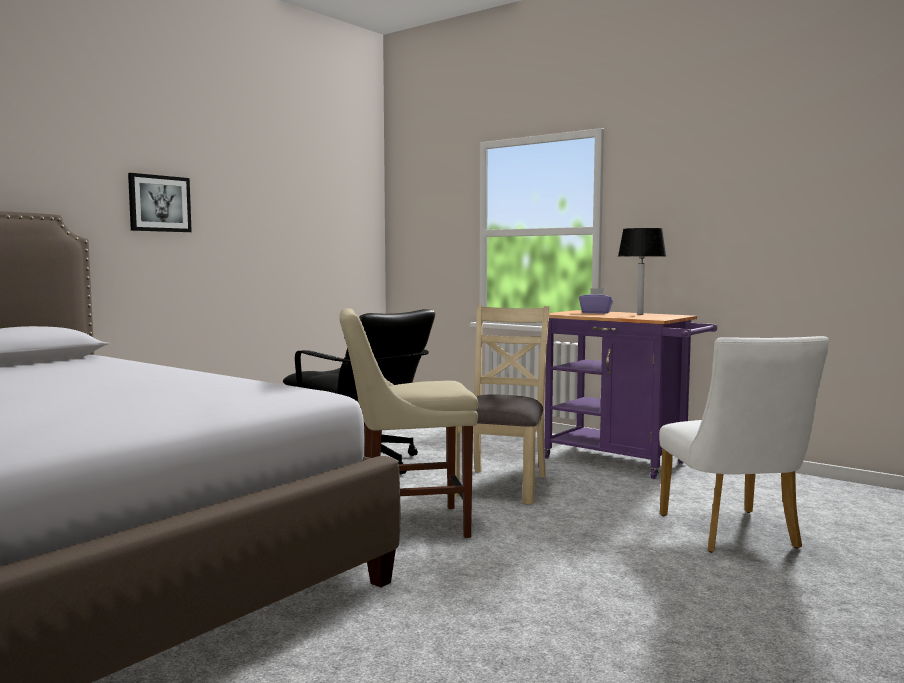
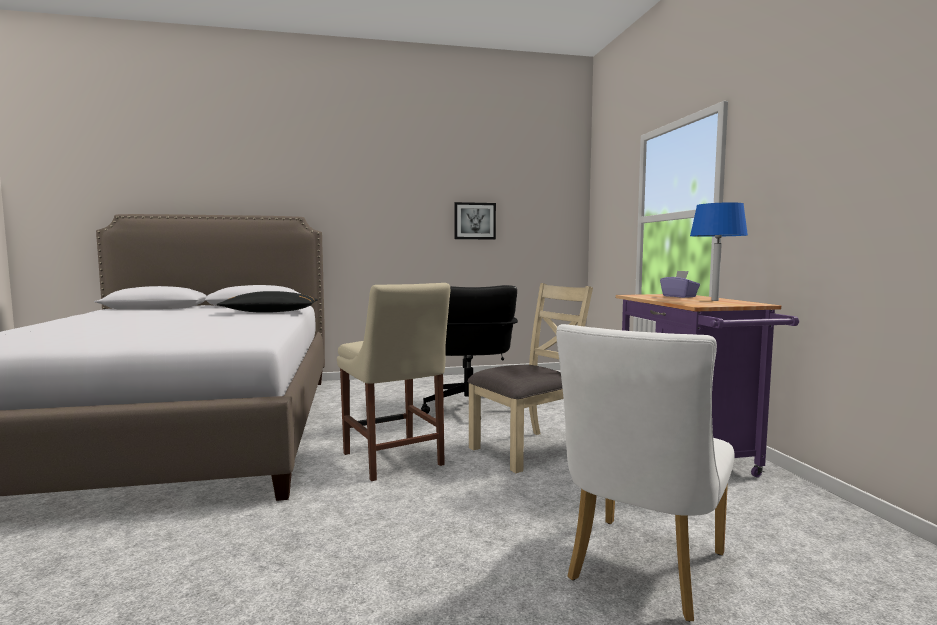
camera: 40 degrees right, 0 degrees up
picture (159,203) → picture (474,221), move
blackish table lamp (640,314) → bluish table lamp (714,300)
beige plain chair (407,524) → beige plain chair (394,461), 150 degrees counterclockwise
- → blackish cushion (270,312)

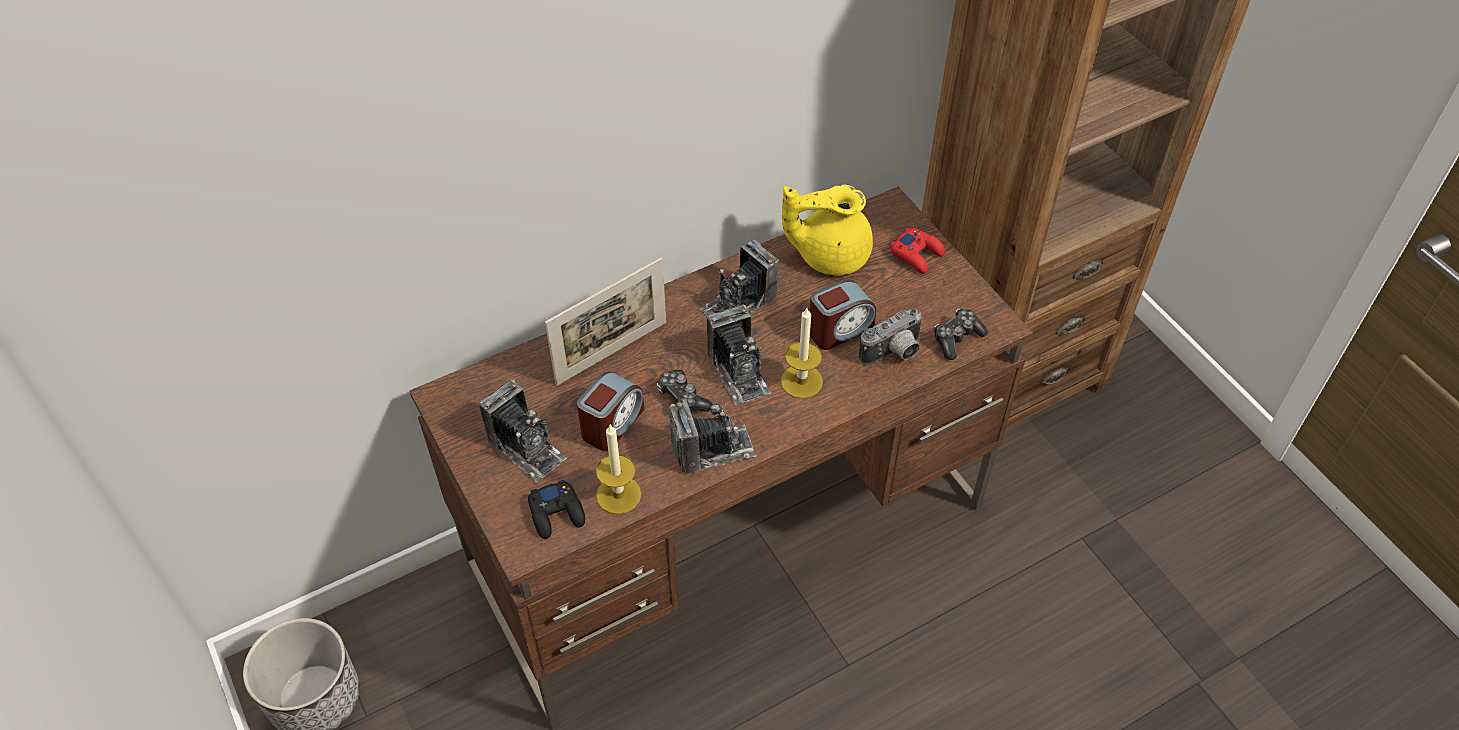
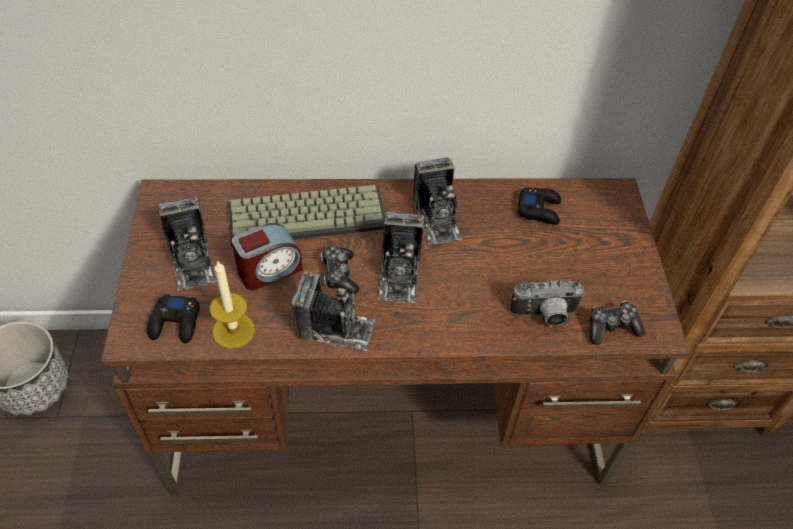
camera: 25 degrees right, 0 degrees up
yellow-coloured pot for tea (829,254) → blackish joypad (539,209)
red-coloured joypad (917,254) → -
photo camera (739,303) → photo camera (437,218), 90 degrees counterclockwise
standing frame (612,353) → PC keyboard (309,214)
alarm clock (839,330) → -
wax light (801,381) → -

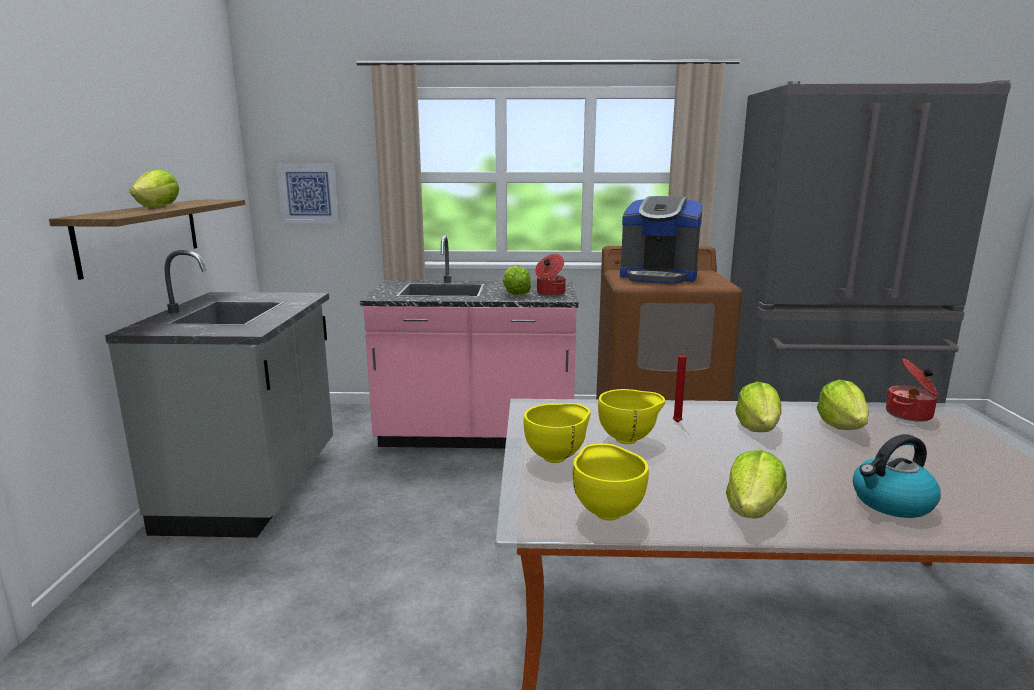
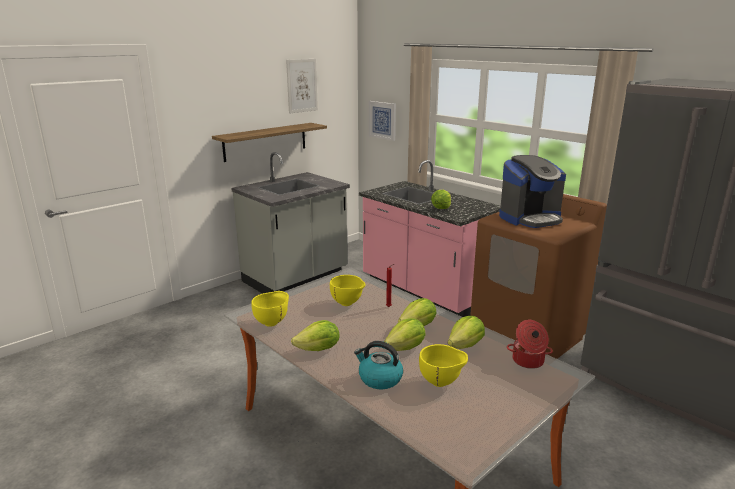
camera: 45 degrees right, 5 degrees up
head of lettuce (158,207) → head of lettuce (406,348), move
coffee maker (658,277) → coffee maker (530,218), 90 degrees counterclockwise
stockpot (550,293) → -
yellow-coloured deep dish (557,457) → yellow-coloured deep dish (441,383), move
- → picture (302,85)

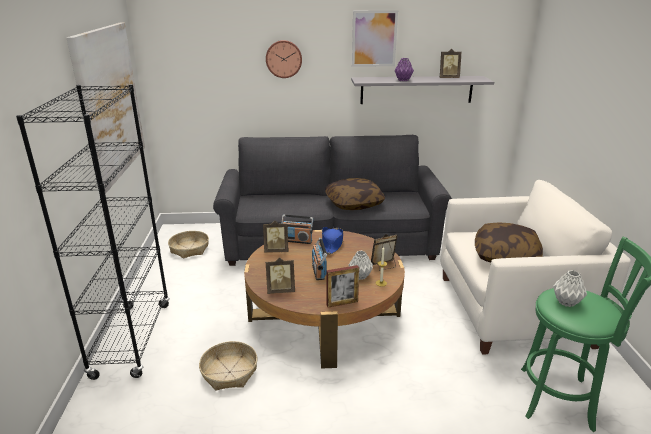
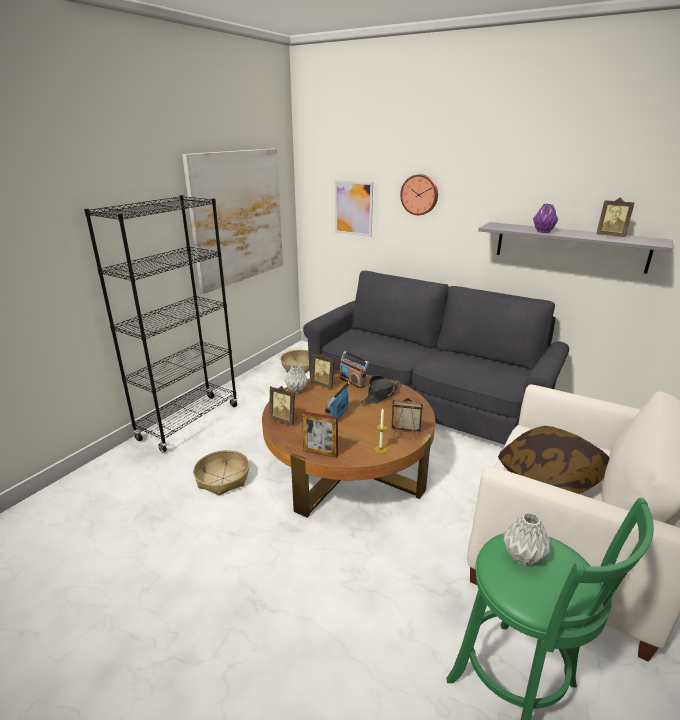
camera: 35 degrees right, 0 degrees up
picture (374,38) → picture (353,208), move
cushion (354,203) → -
bluish wearable hat (332,244) → blackish wearable hat (380,395)
greyish vase (359,276) → greyish vase (296,390), move

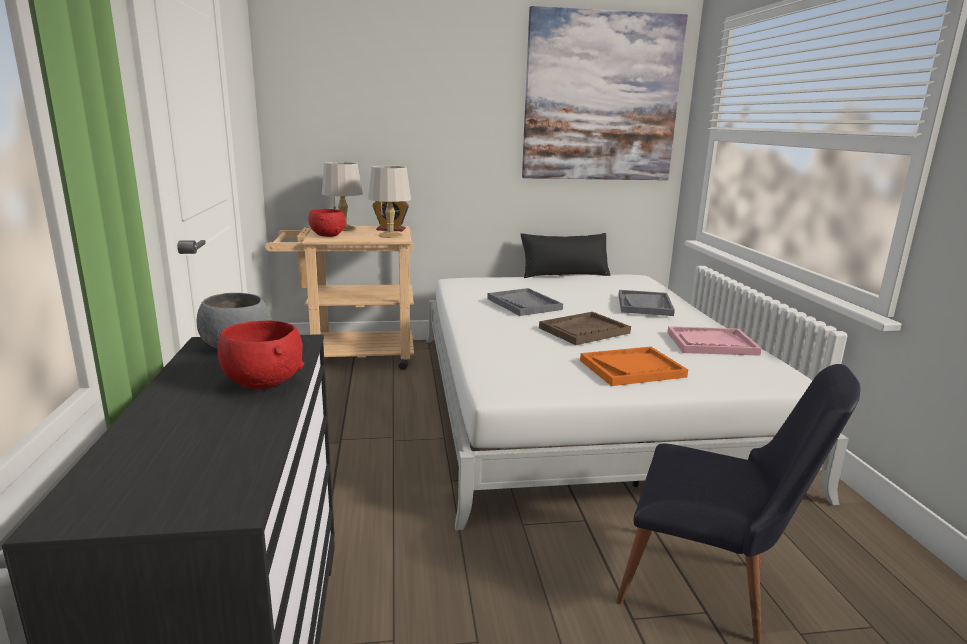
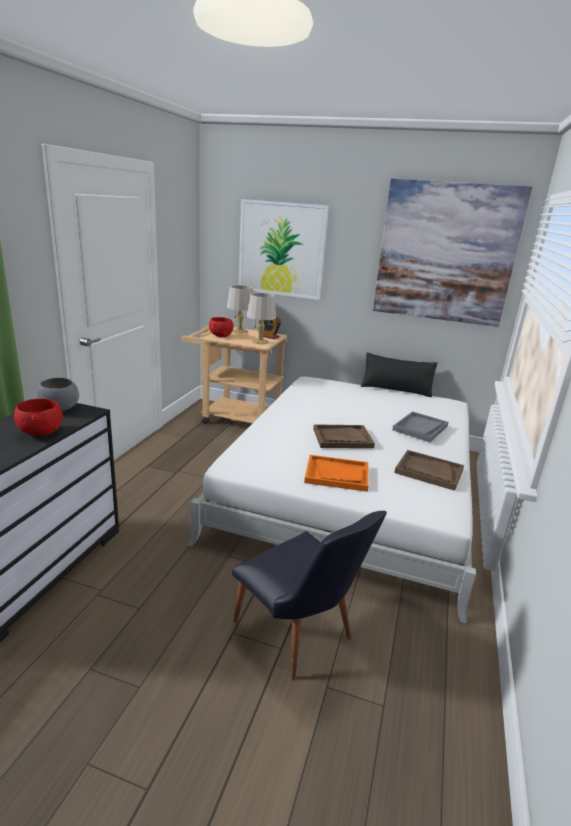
camera: 25 degrees right, 5 degrees up
greyish carrying tray (524,304) → -
pinkish carrying tray (711,343) → brown-coloured carrying tray (428,471)
- → picture (281,249)

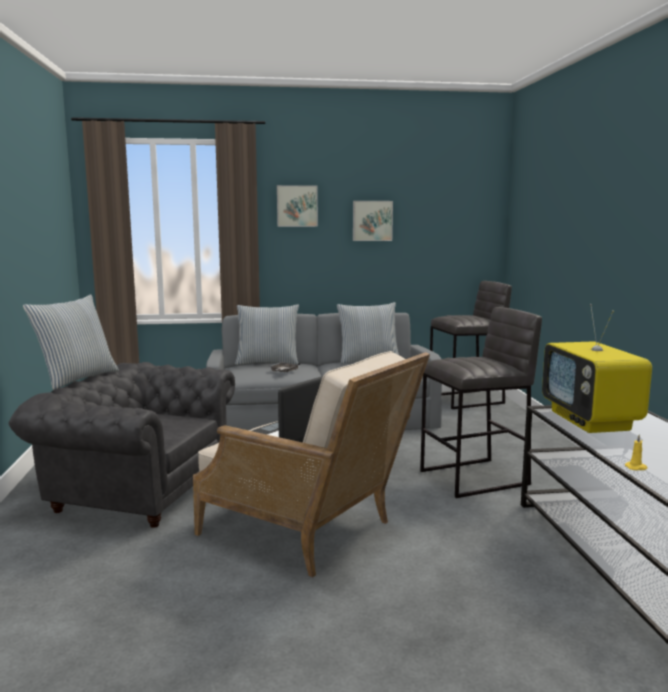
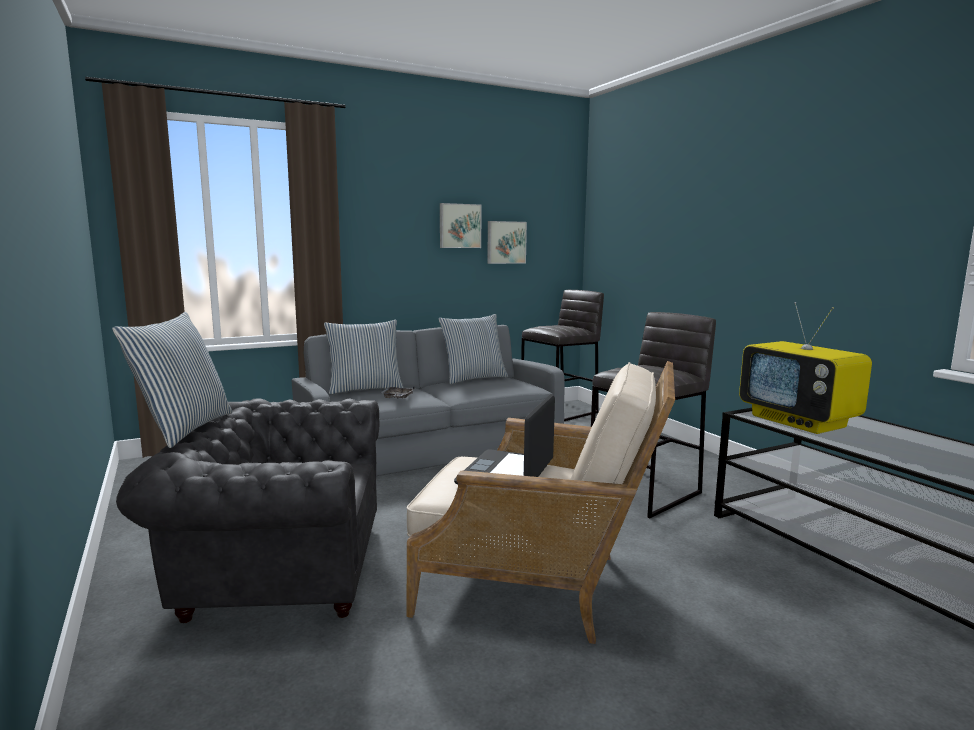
camera: 20 degrees left, 0 degrees up
picture (297,206) → picture (505,242), move
yellow-coloured wax light (636,468) → -

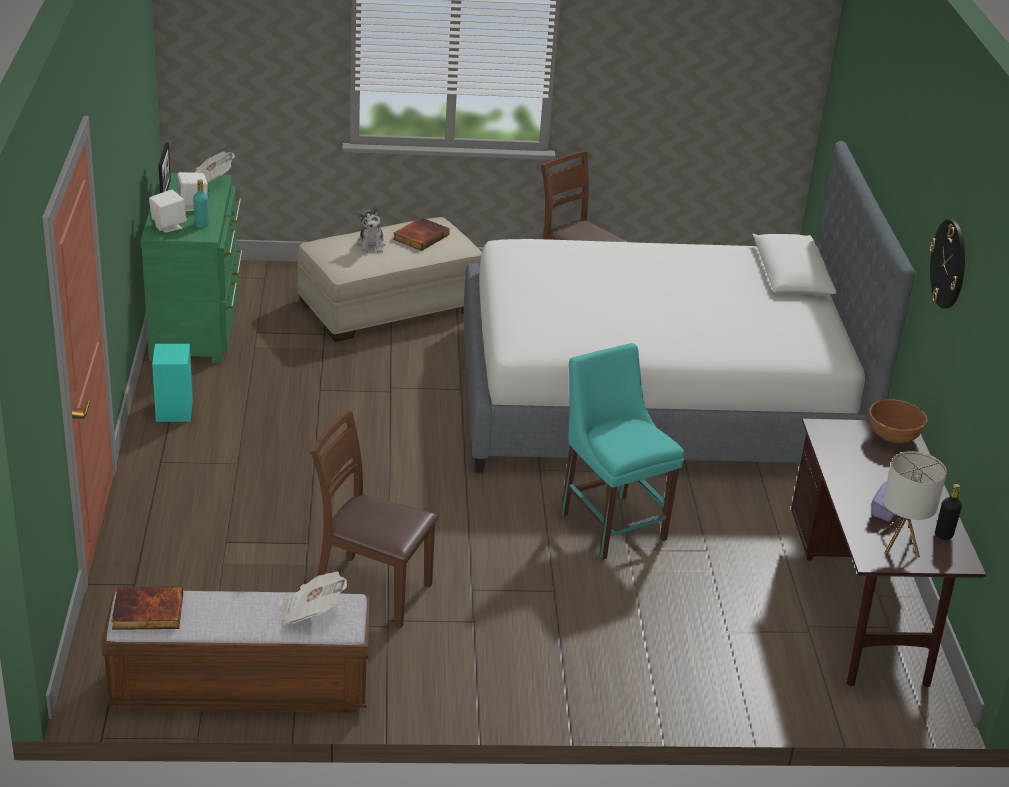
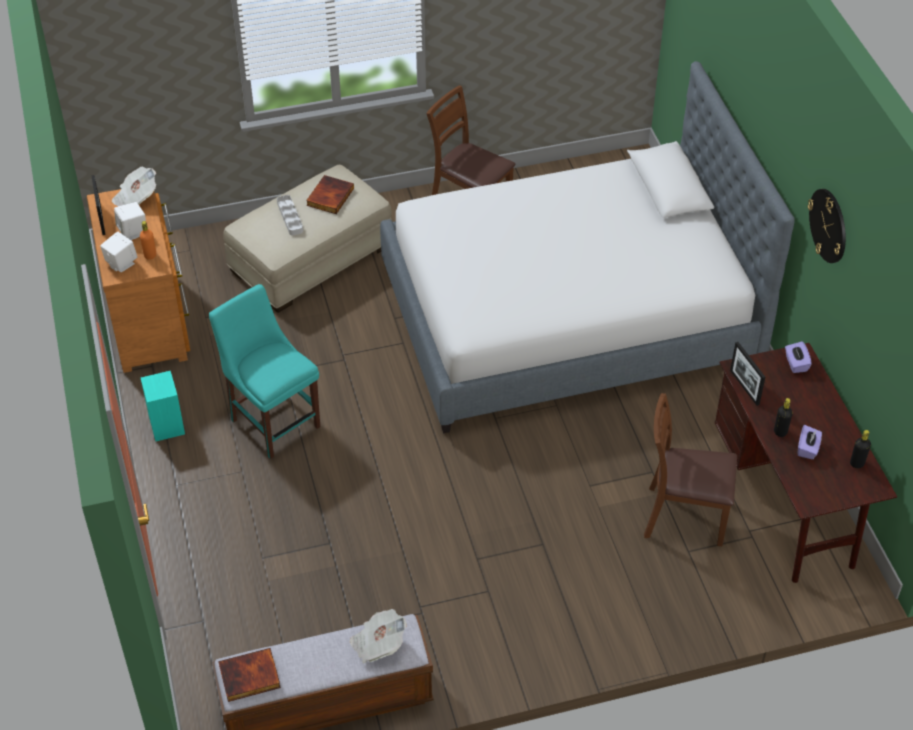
camera: 10 degrees left, 15 degrees up
green-coloured drawer chest (197,323) → brown-coloured drawer chest (150,318)
blue-green bottle (202,225) → orange-coloured bottle (150,255)
plush toy (371,245) → greyish carrying tray (290,217)
blue-green plain chair (611,523) → blue-green plain chair (273,420), move
brown-coloured deep dish (893,436) → purplish tissue box (796,364)
brown-coloured plain chair (371,591) → brown-coloured plain chair (683,516), move
table lamp (899,545) → -
- → standing frame (744,387)
- → blackish bottle (780,432)

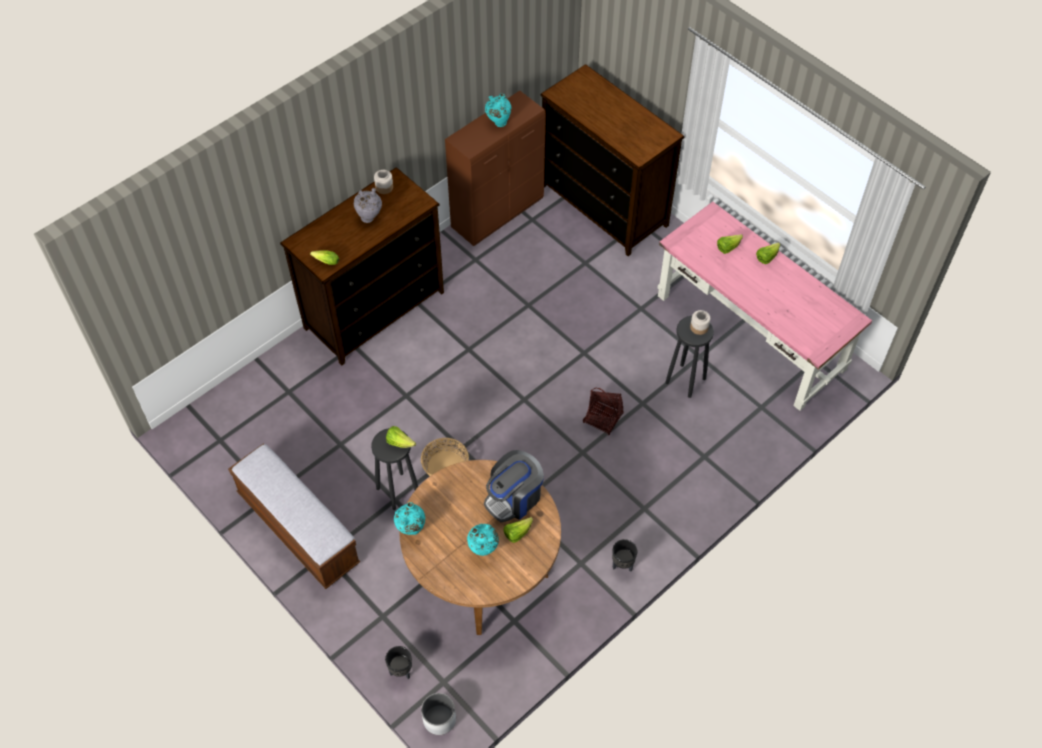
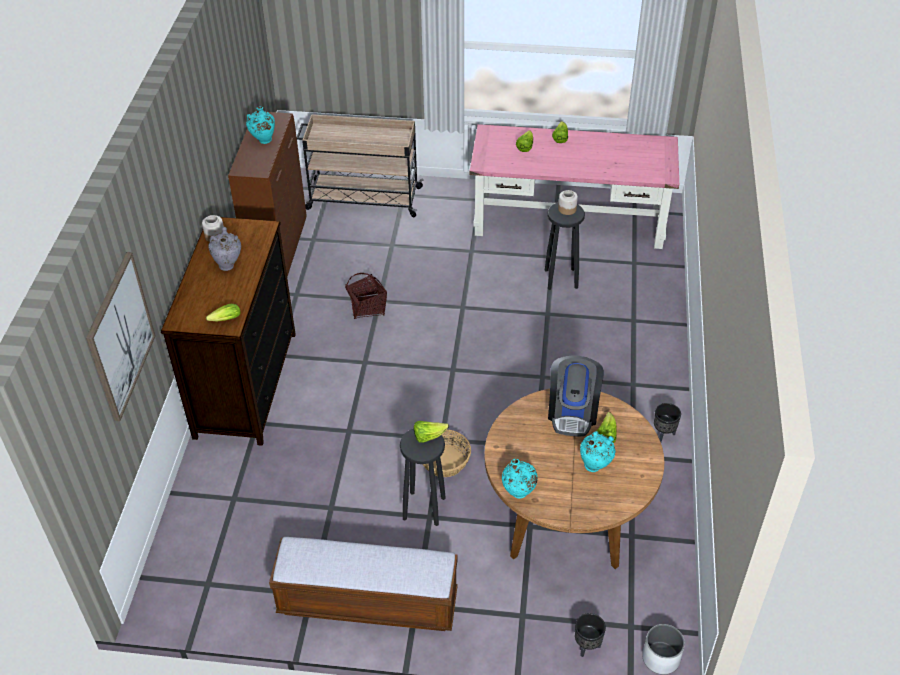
camera: 40 degrees left, 10 degrees down
drawer chest (604,206) → beige cart (362,198)
household basket (602,418) → household basket (367,307), move
- → picture (120,336)

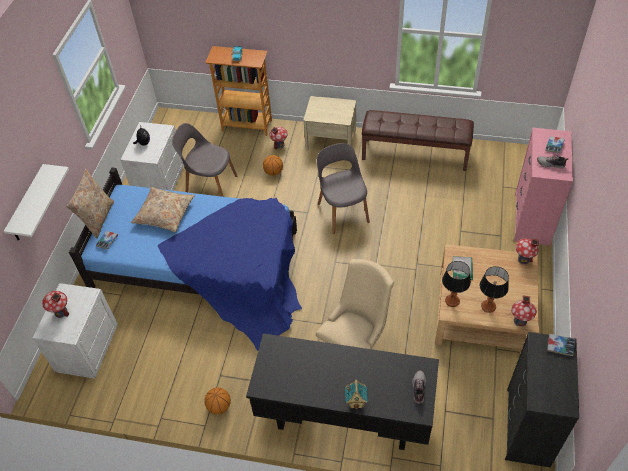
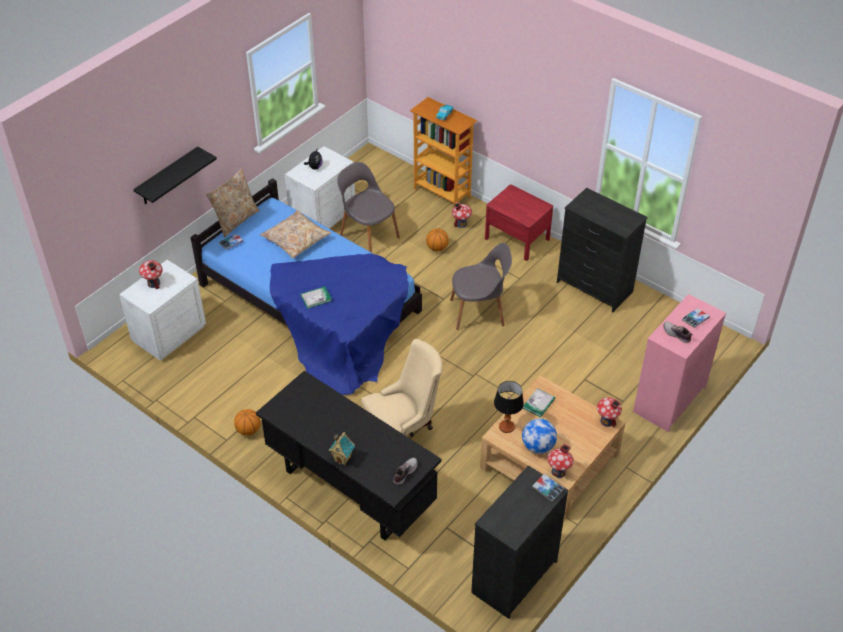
camera: 25 degrees right, 5 degrees down
beige bedside table (331,139) → red-coloured bedside table (517,238)
brown-coloured long seat (415,154) → blackish drawer chest (594,287)
greyish plain chair (343,211) → greyish plain chair (479,312), 75 degrees clockwise
whitish wall shelf (28,205) → blackish wall shelf (168,177)
table lamp (488,306) → desk globe (538,446)
- → book (316,298)

